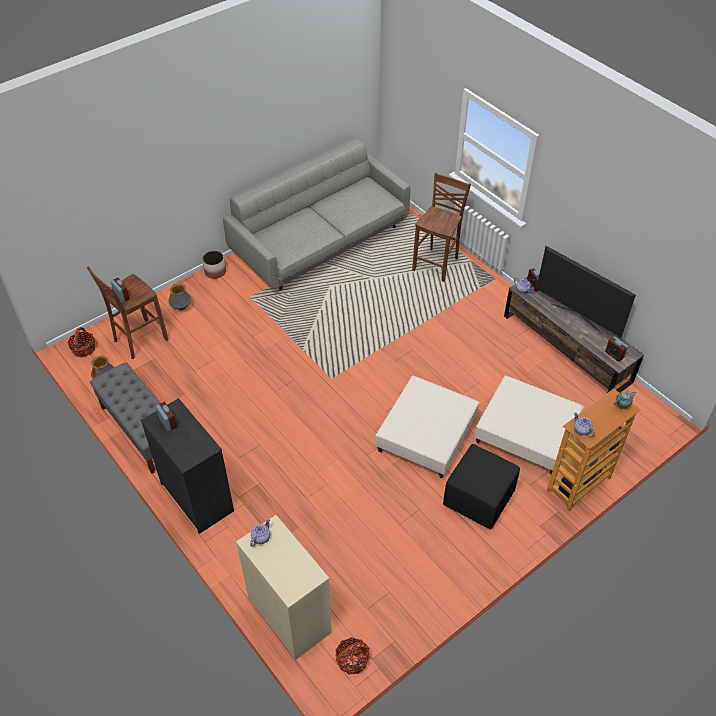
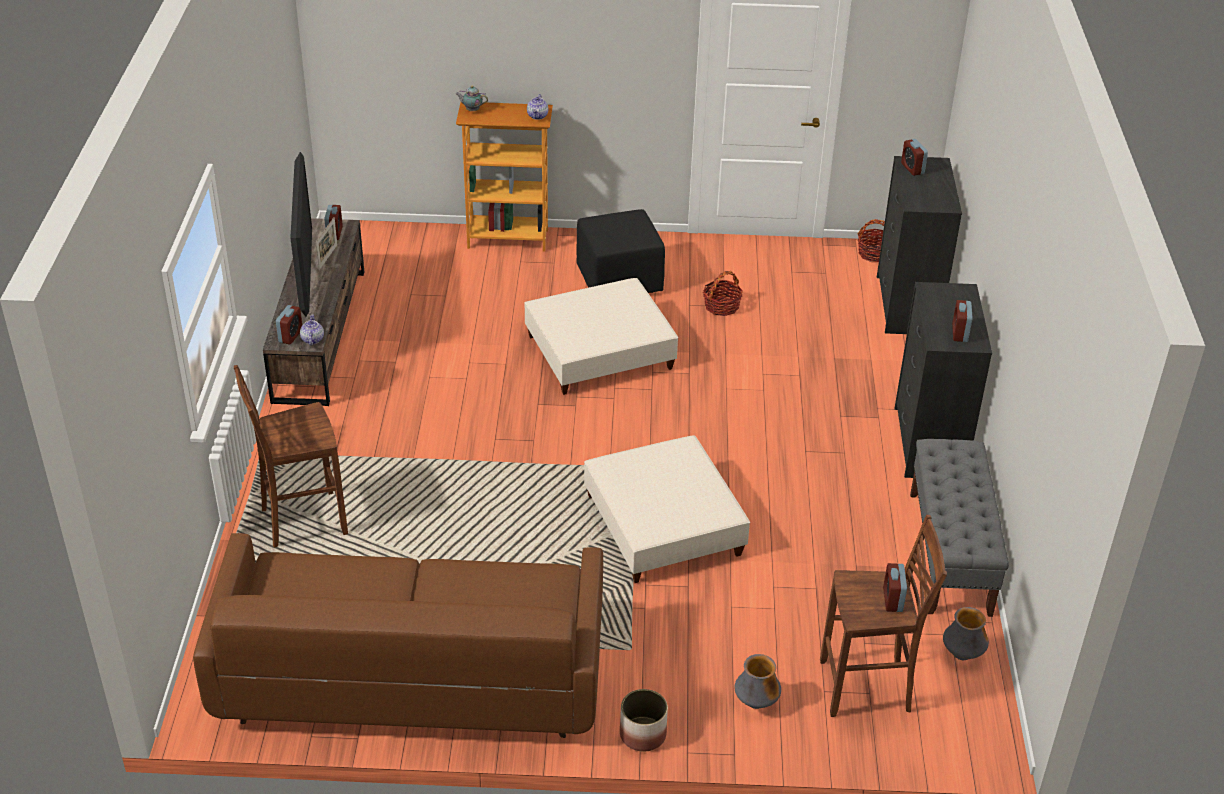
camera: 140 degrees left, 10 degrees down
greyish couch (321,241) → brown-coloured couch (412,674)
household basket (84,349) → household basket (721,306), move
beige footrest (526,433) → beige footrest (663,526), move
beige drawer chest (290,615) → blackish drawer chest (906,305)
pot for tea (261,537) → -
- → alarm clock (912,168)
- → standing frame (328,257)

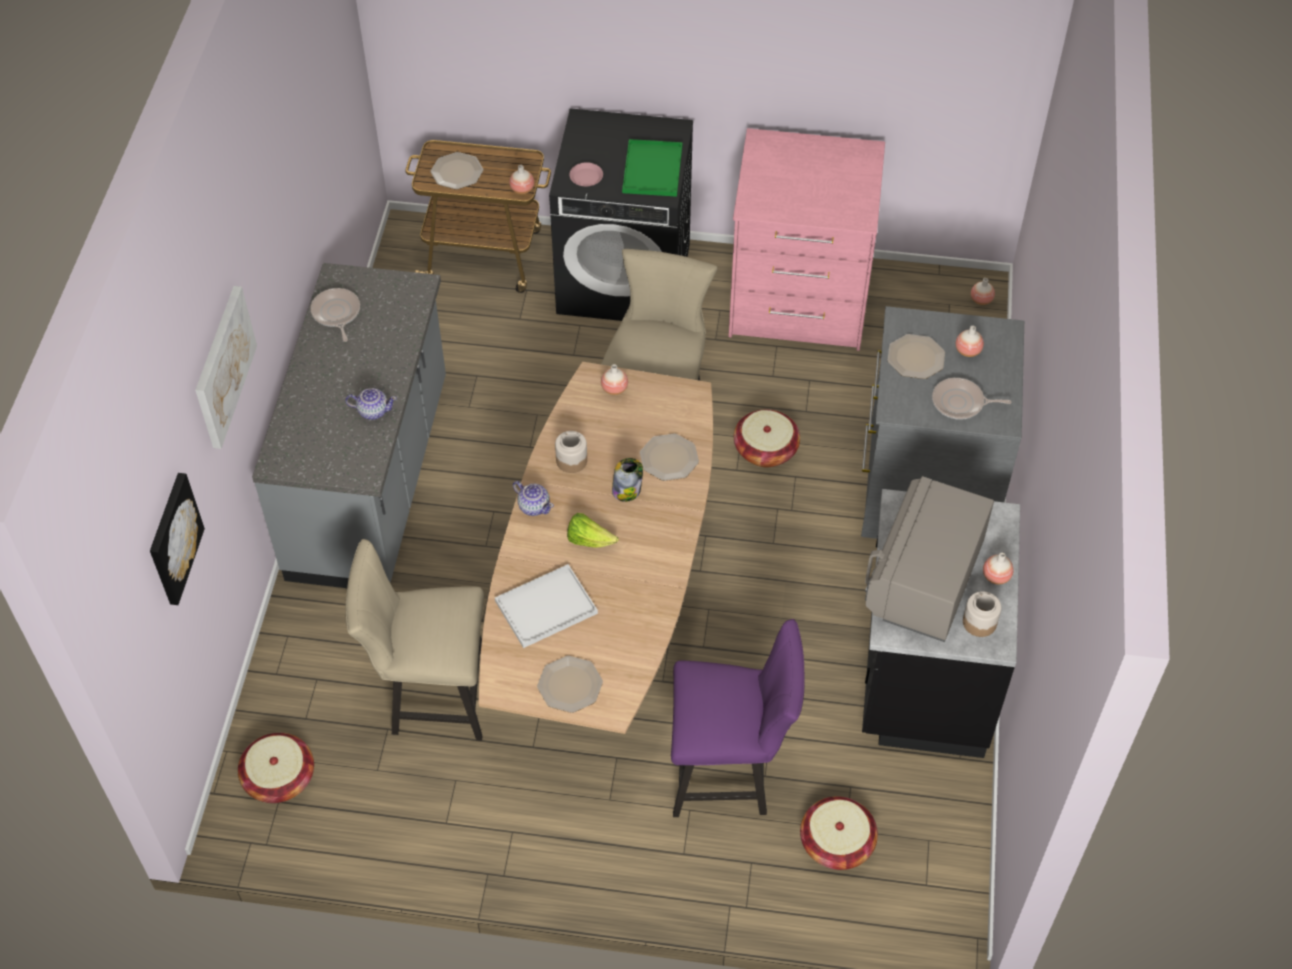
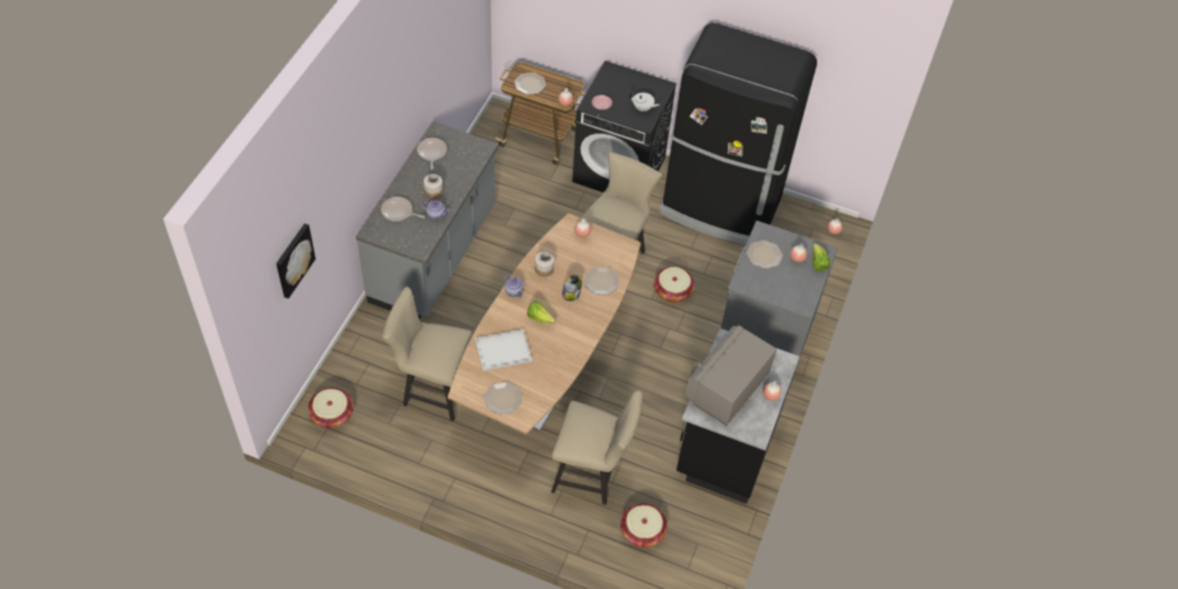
camera: 10 degrees right, 0 degrees up
pinkish drawer chest (798,302) → blackish refrigerator (720,207)
green-coloured carrying tray (653,170) → whitish pot for tea (643,108)
picture (223,366) → -
pan (960,403) → pan (398,212), move
jar (979,622) → jar (433,192), move
purplish plain chair (729,772) → beige plain chair (592,475)
- → head of lettuce (818,263)

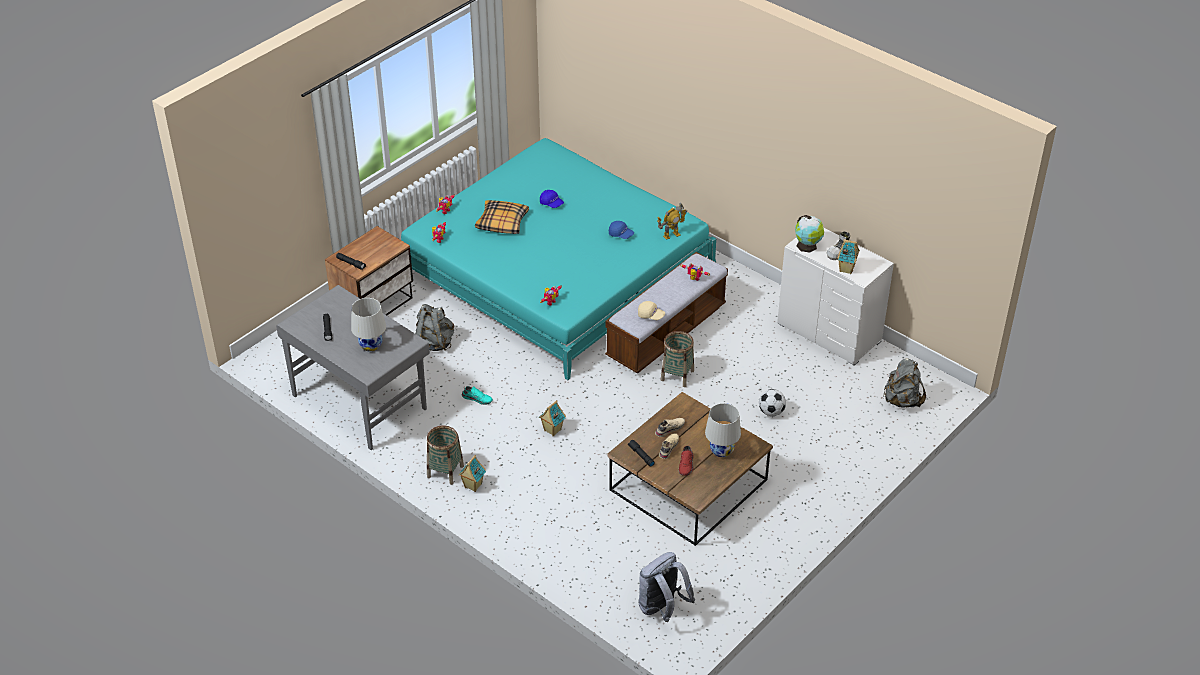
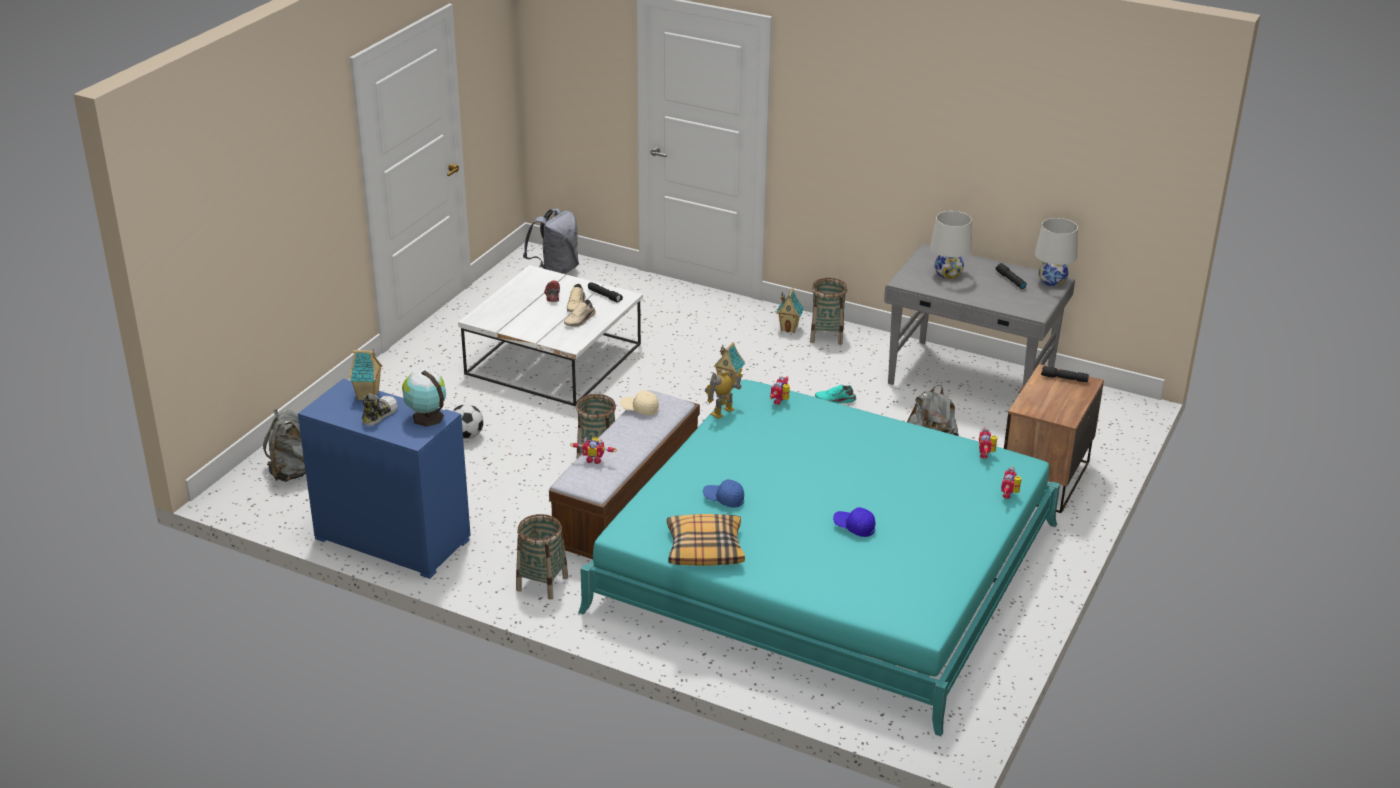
camera: 165 degrees right, 10 degrees down
cushion (502,223) → cushion (705,548), move
model robot (671,235) → model robot (722,412), move
whitish drawer chest (829,332) → bluish drawer chest (391,539)
brown-coloured low table (687,485) → whitish low table (555,358)
whitish table lamp (721,450) → whitish table lamp (1052,281), move
- → household basket (542,583)

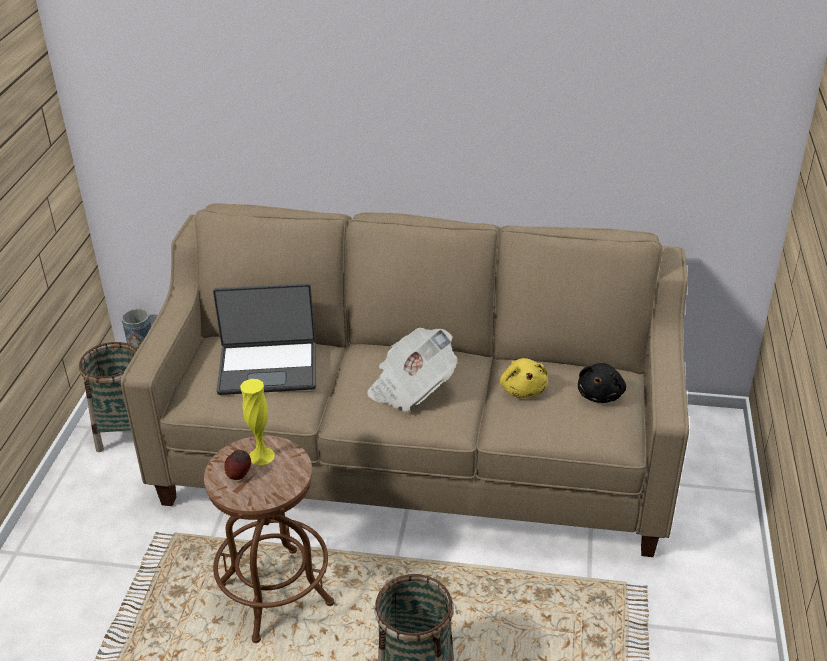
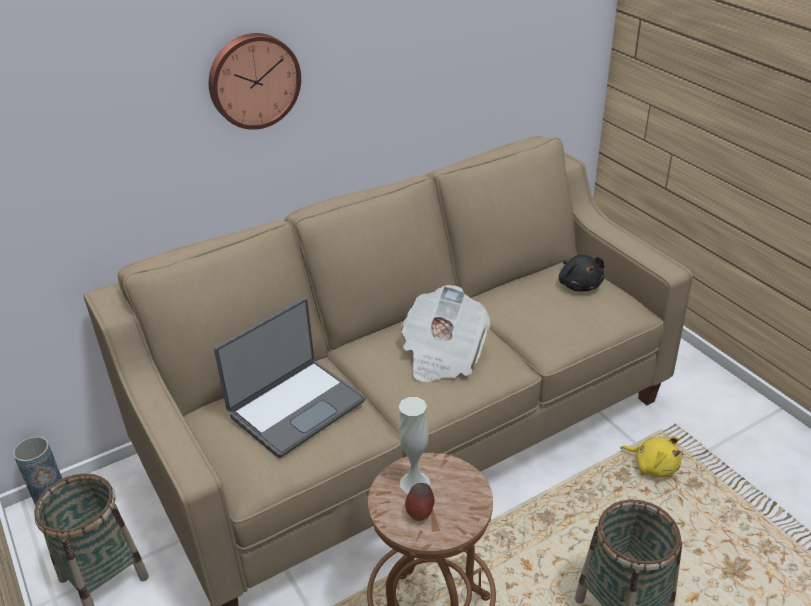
camera: 40 degrees left, 0 degrees up
yellow-coloured plush toy (523,389) → yellow-coloured plush toy (653,466), move
yellow-coloured vase (261,456) → whitish vase (414,483)
- → wall clock (253,80)

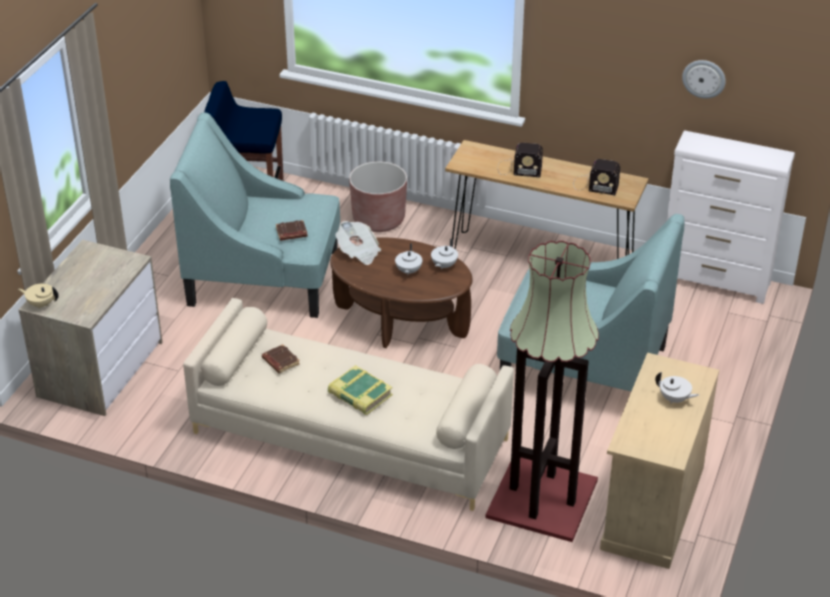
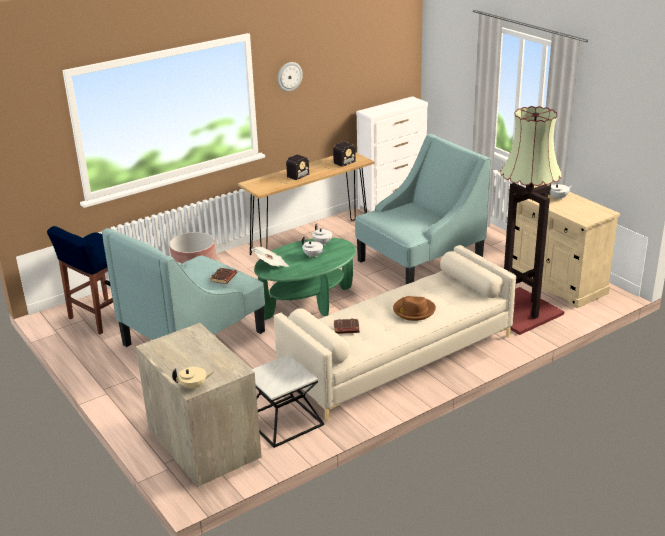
camera: 55 degrees left, 10 degrees down
wall clock (704,78) → wall clock (289,76), move
brown-coloured low table (401,322) → green-coloured low table (308,303)
beige pot for tea (41,304) → beige pot for tea (194,386), 150 degrees counterclockwise
book (359,395) → brown-coloured wearable hat (413,310)
- → accent table (283,421)

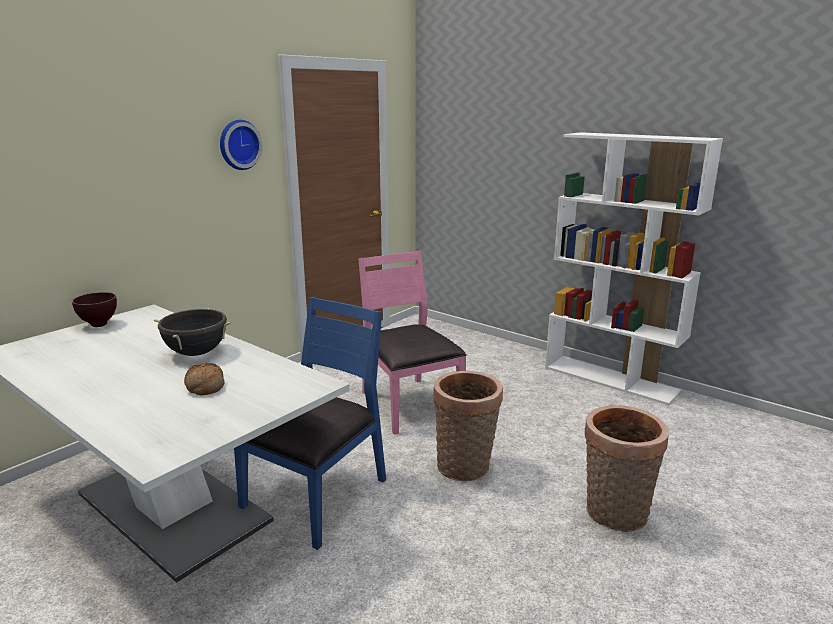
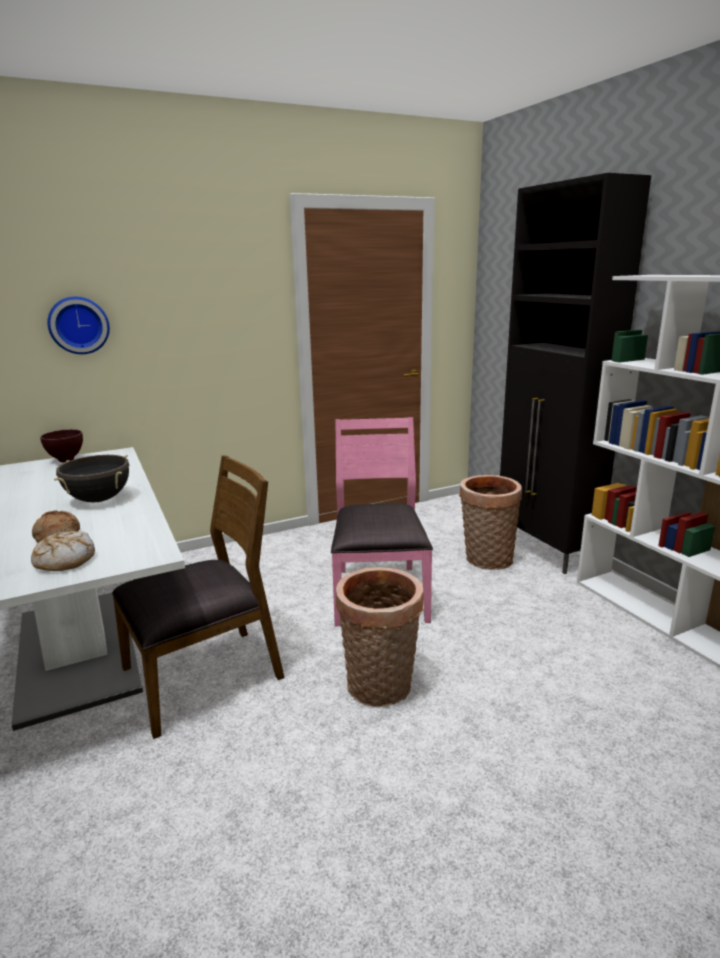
camera: 25 degrees right, 0 degrees up
wall clock (238,144) → wall clock (79,325), move
bluish plain chair (318,495) → brown-coloured plain chair (205,676)
household basket (614,515) → household basket (486,560), move
- → blackish storage cabinet (545,550)
- → bread (65,560)

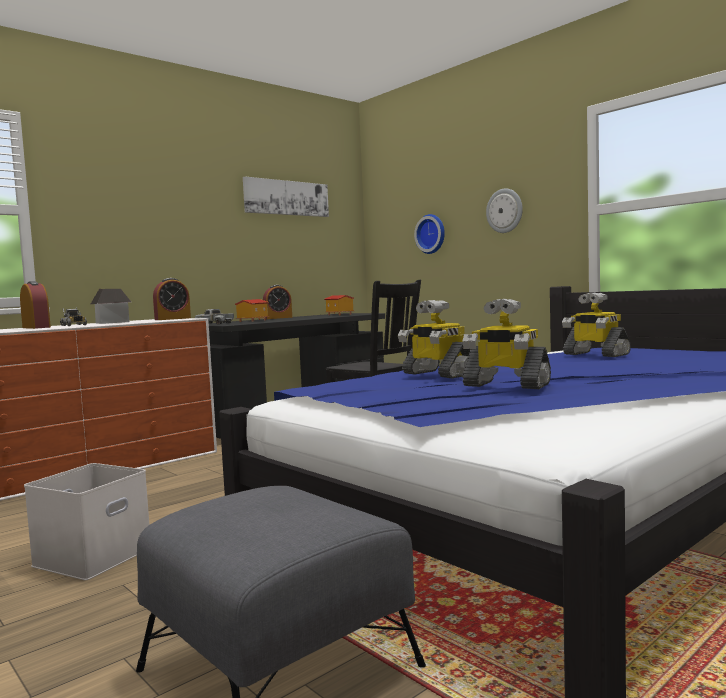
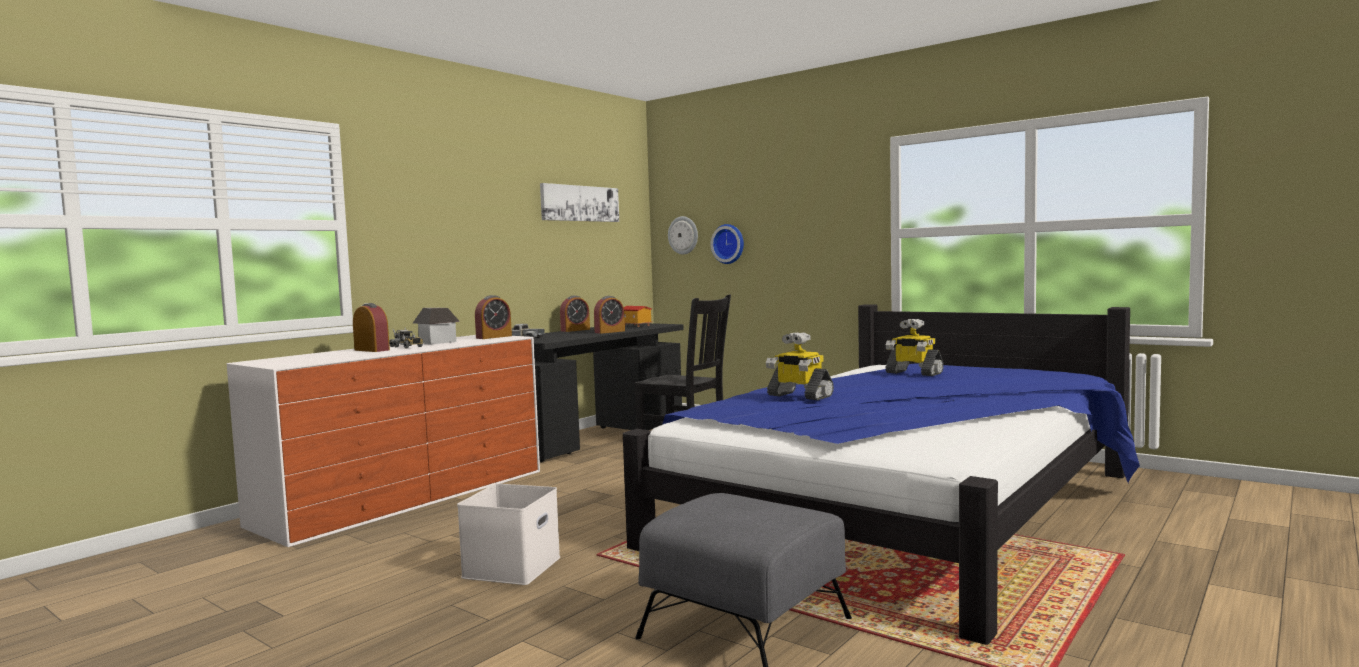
camera: 10 degrees left, 0 degrees up
wall clock (505,211) → wall clock (683,235), move
toy house (252,321) → -
model robot (505,385) → -
- → alarm clock (609,332)

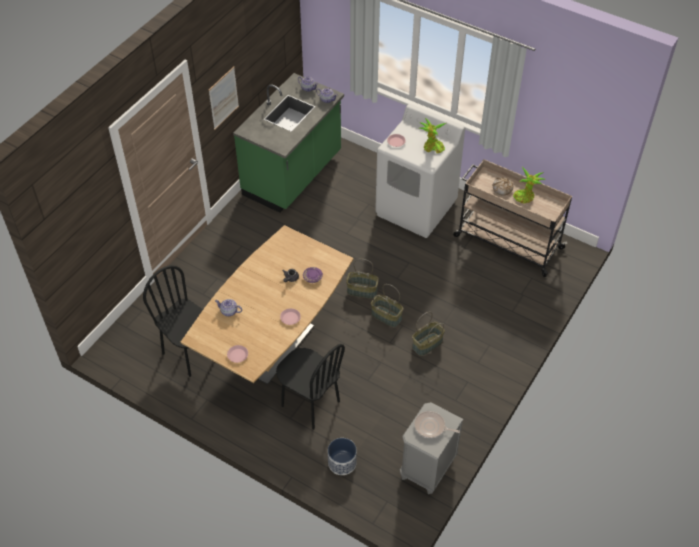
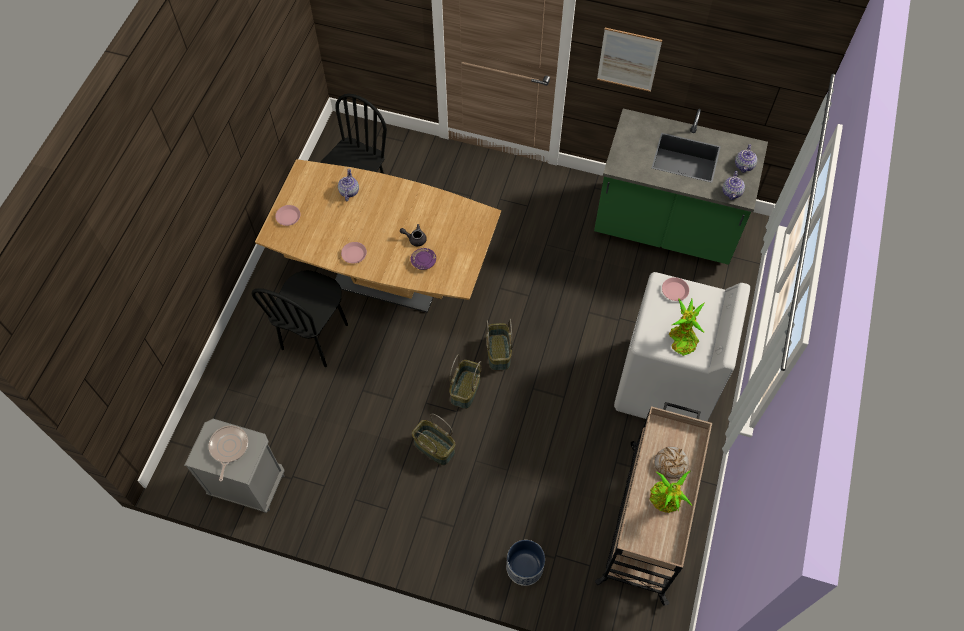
camera: 75 degrees right, 10 degrees up
flower pot (342,463) → flower pot (524,567), move

